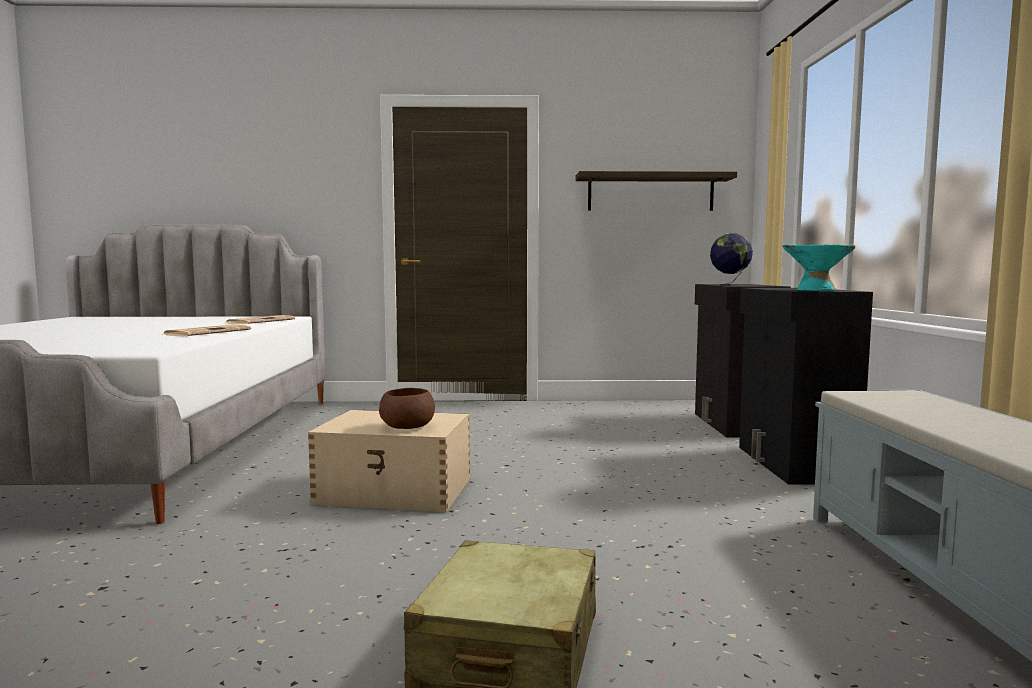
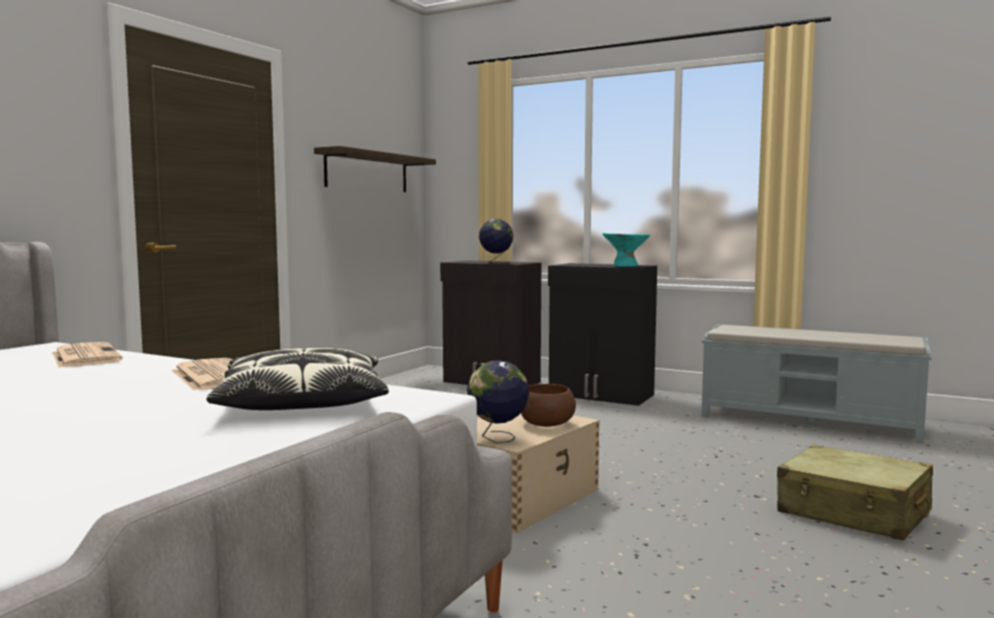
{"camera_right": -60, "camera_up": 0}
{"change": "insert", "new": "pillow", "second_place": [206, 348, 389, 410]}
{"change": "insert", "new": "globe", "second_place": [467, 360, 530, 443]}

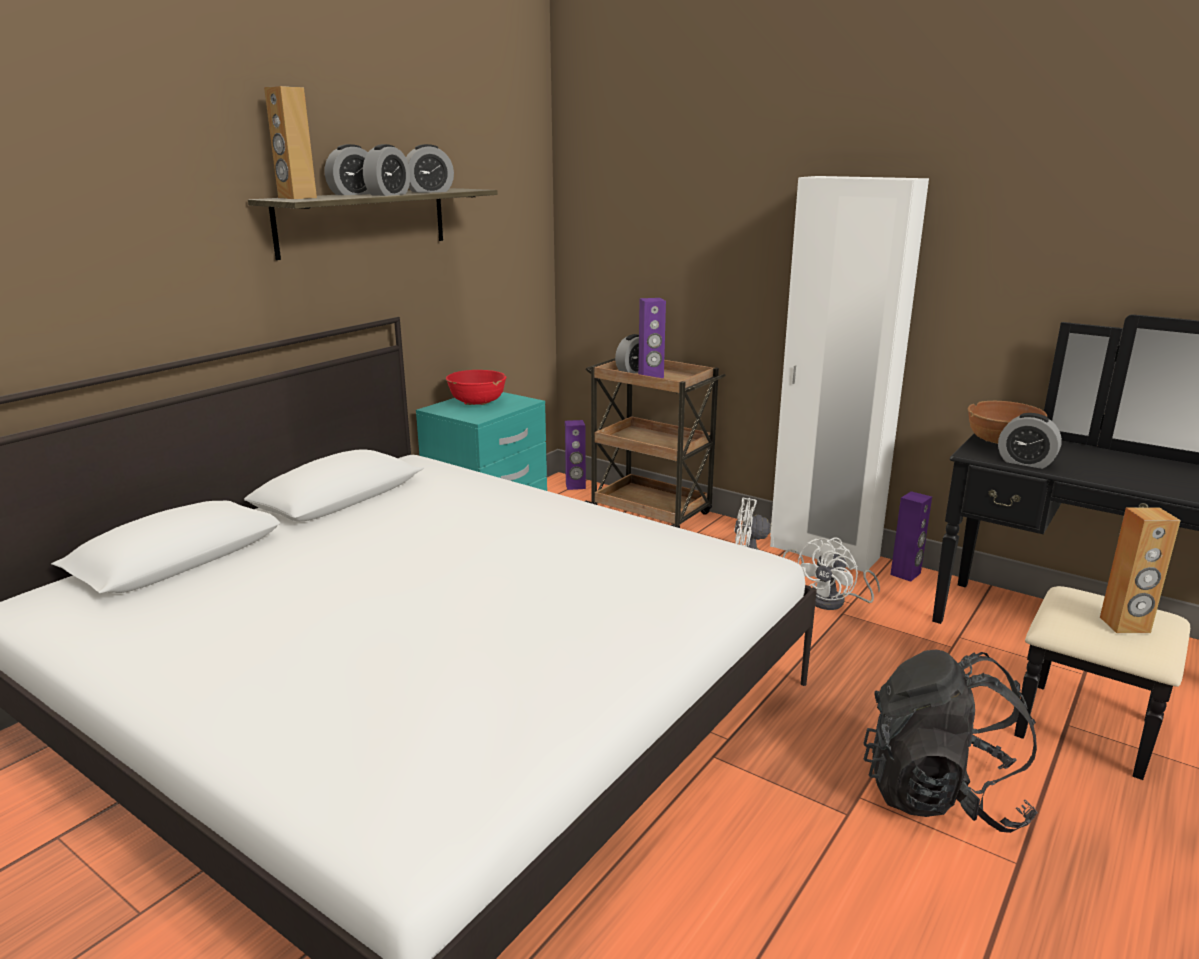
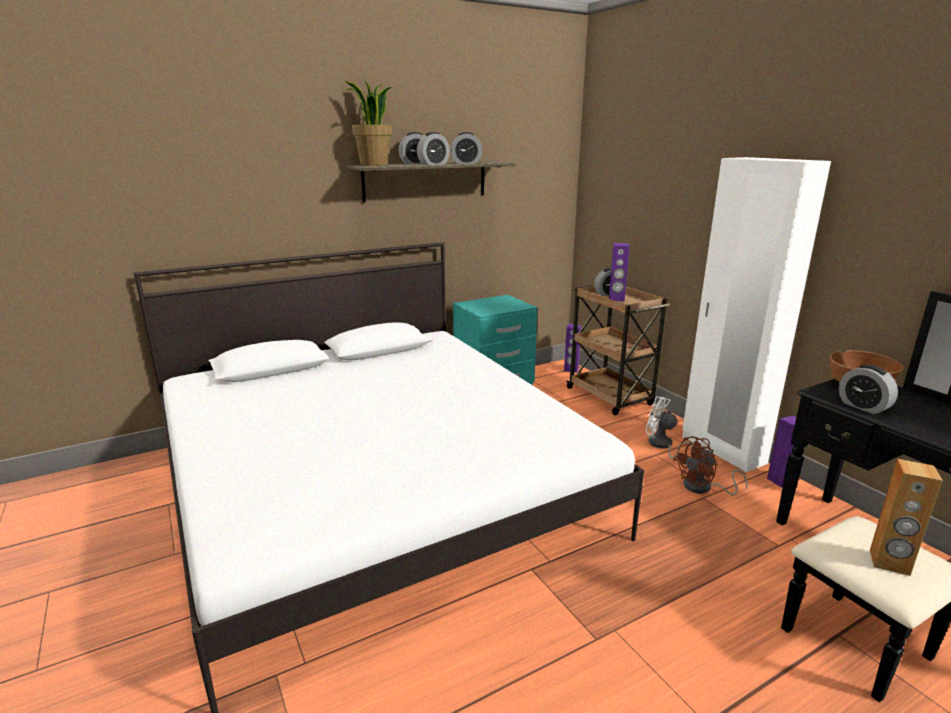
{"camera_right": 25, "camera_up": 0}
{"change": "replace", "old": "brown speaker", "new": "potted plant", "first_place": [264, 86, 317, 199], "second_place": [345, 80, 392, 166]}
{"change": "delete", "old": "red bowl", "first_place": [446, 370, 506, 405]}
{"change": "recolor", "old": "white fan", "new": "brown fan", "first_place": [798, 537, 880, 610], "second_place": [673, 436, 748, 495]}
{"change": "delete", "old": "black backpack", "first_place": [863, 650, 1038, 833]}

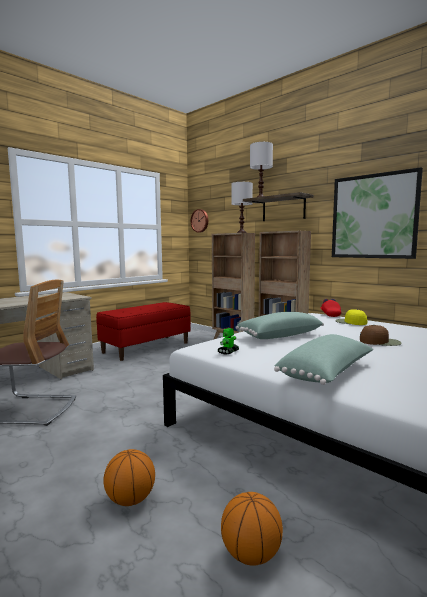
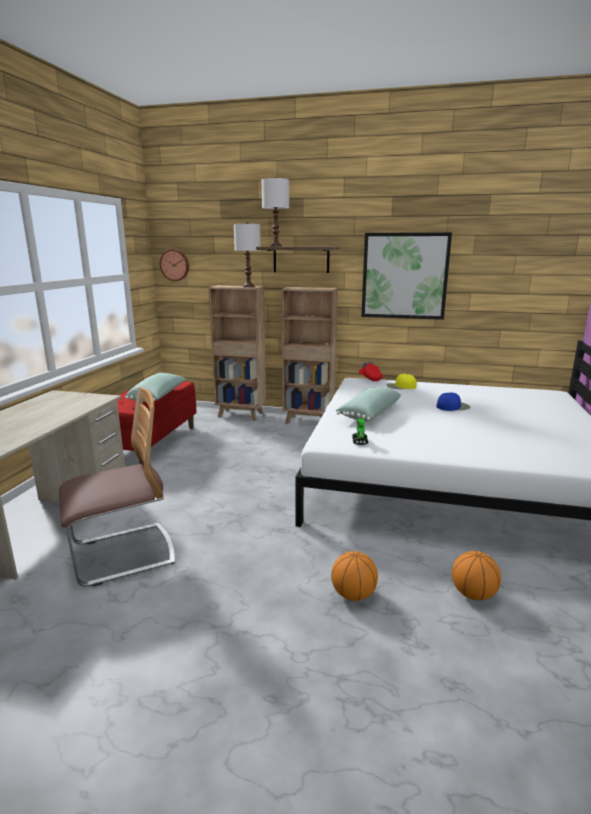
{"camera_right": -30, "camera_up": 10}
{"change": "move", "old": "green pillow", "first_place": [274, 334, 373, 385], "second_place": [125, 373, 186, 402]}
{"change": "recolor", "old": "brown cap", "new": "blue cap", "first_place": [360, 325, 402, 346], "second_place": [437, 393, 470, 411]}

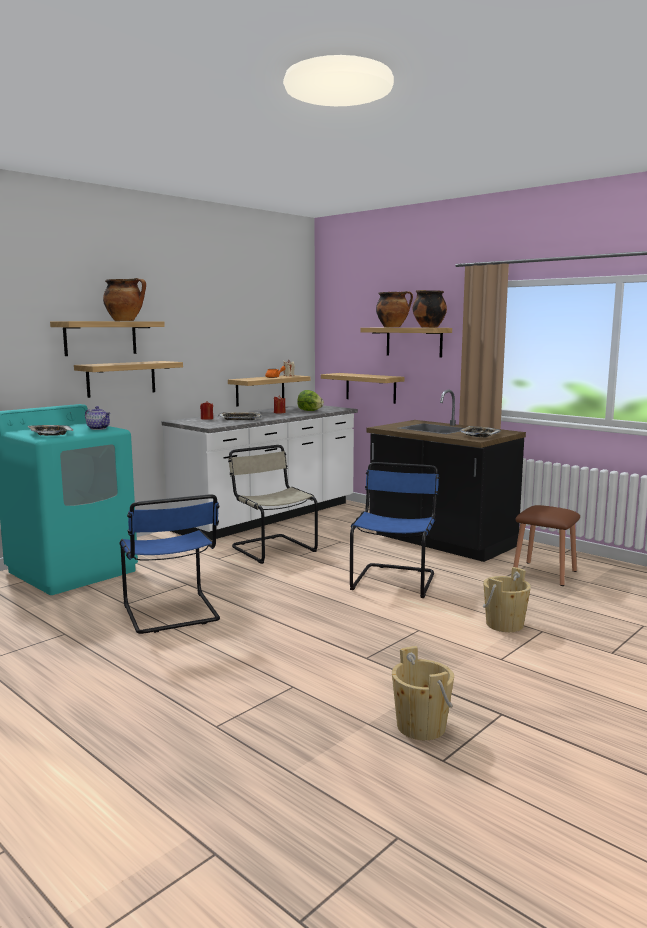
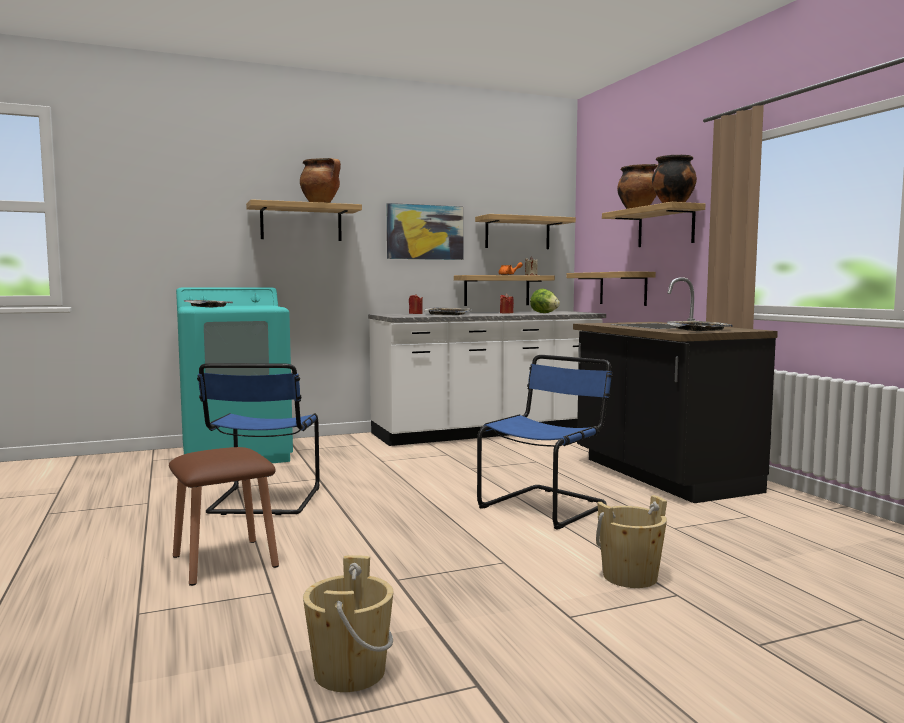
{"camera_right": 25, "camera_up": -5}
{"change": "move", "old": "shelf", "first_place": [74, 361, 183, 398], "second_place": [475, 214, 576, 249]}
{"change": "delete", "old": "teapot", "first_place": [85, 406, 111, 430]}
{"change": "delete", "old": "beige chair", "first_place": [228, 445, 318, 564]}
{"change": "move", "old": "brown stool", "first_place": [513, 505, 580, 586], "second_place": [169, 447, 279, 586]}
{"change": "insert", "new": "picture", "second_place": [387, 203, 464, 260]}

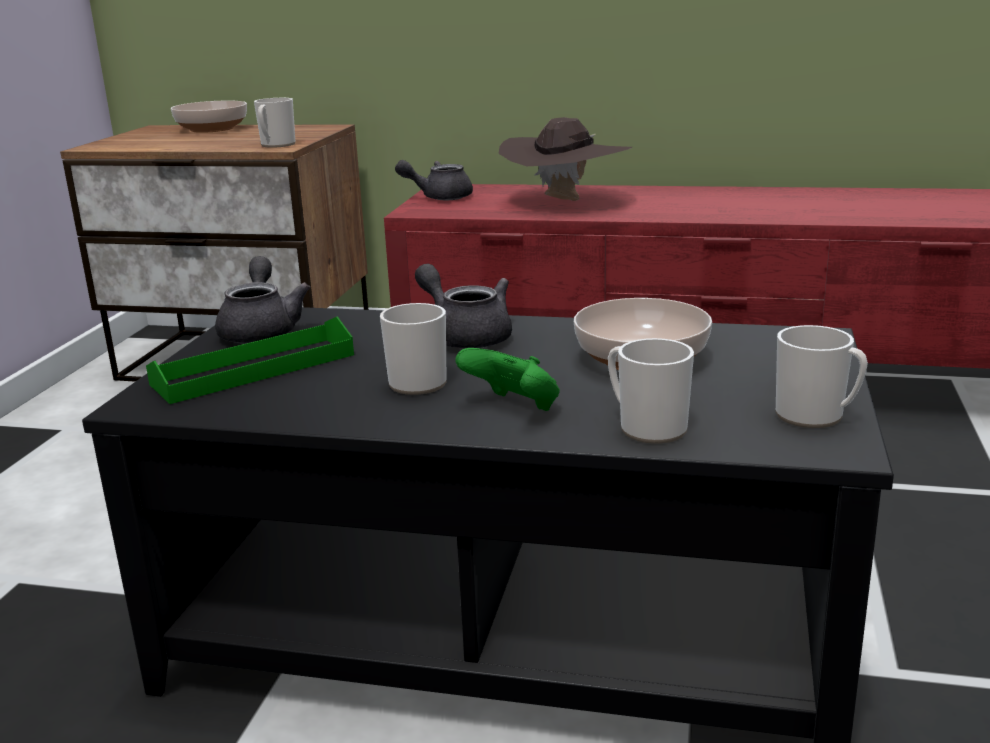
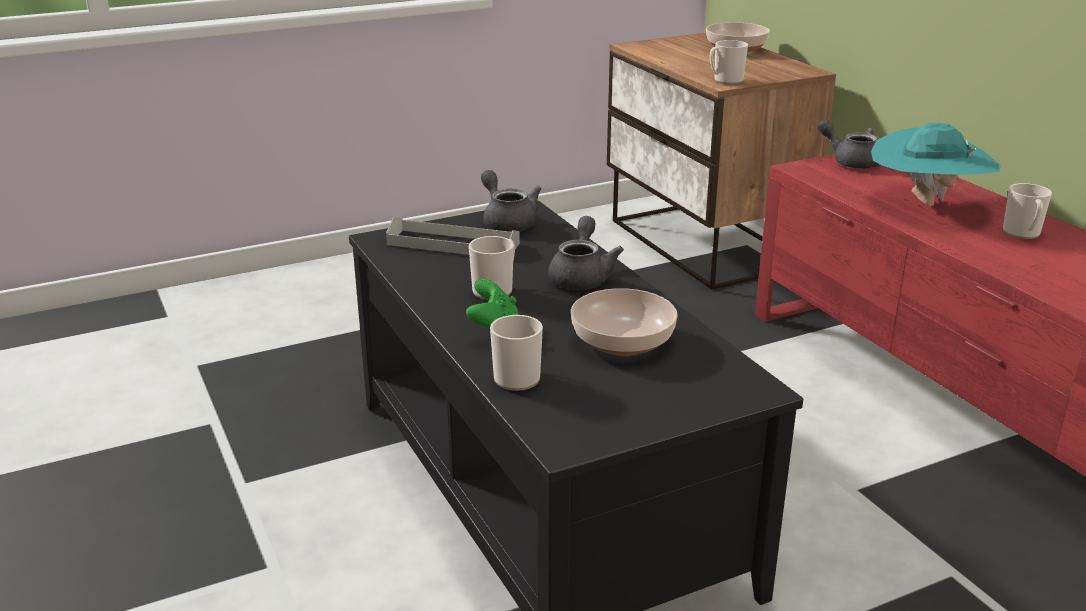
{"camera_right": 50, "camera_up": 5}
{"change": "recolor", "old": "green tray", "new": "grey tray", "first_place": [146, 316, 354, 404], "second_place": [386, 217, 520, 255]}
{"change": "rotate", "old": "grey teapot", "first_place": [215, 256, 310, 344], "second_place": [481, 170, 541, 232], "degrees": -75}
{"change": "recolor", "old": "brown hat", "new": "turquoise hat", "first_place": [498, 117, 632, 201], "second_place": [871, 123, 1001, 206]}
{"change": "move", "old": "mug", "first_place": [776, 325, 868, 428], "second_place": [1003, 183, 1052, 239]}

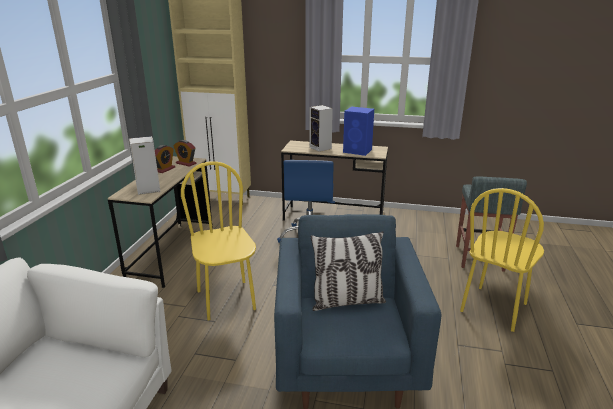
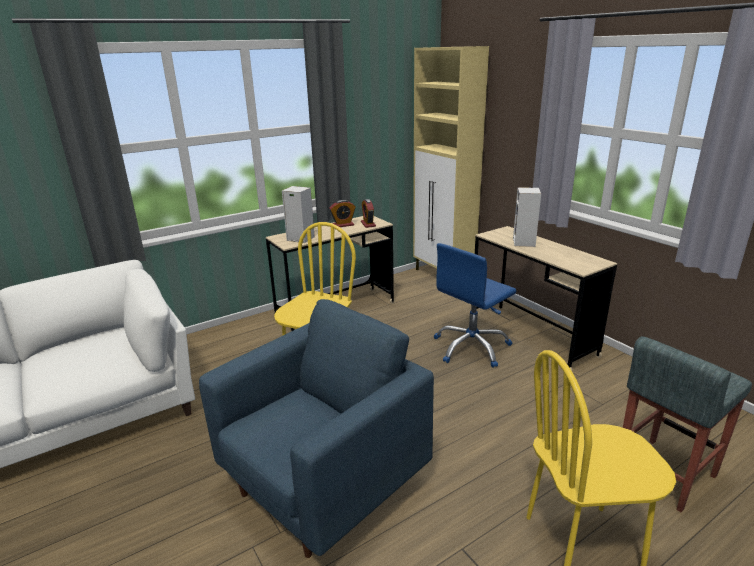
{"camera_right": 45, "camera_up": 0}
{"change": "delete", "old": "pillow", "first_place": [311, 231, 386, 311]}
{"change": "delete", "old": "blue speaker", "first_place": [343, 107, 374, 156]}

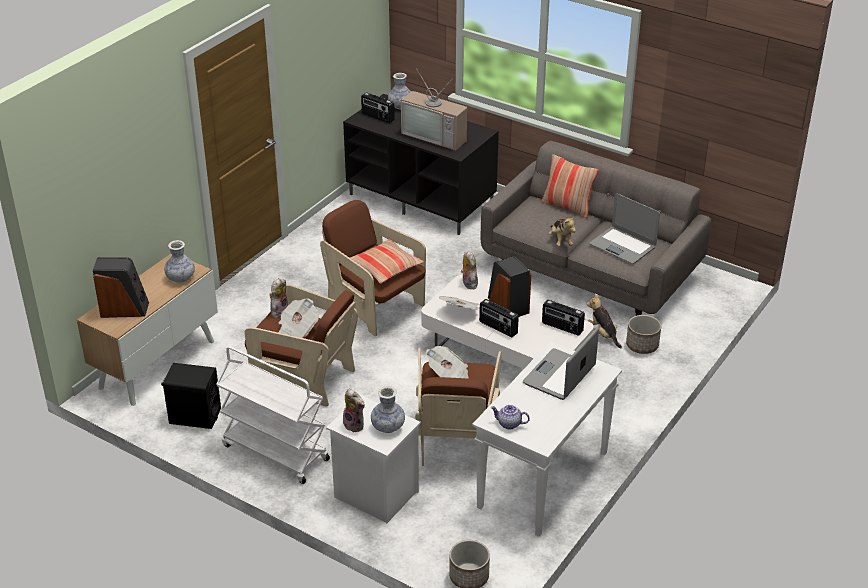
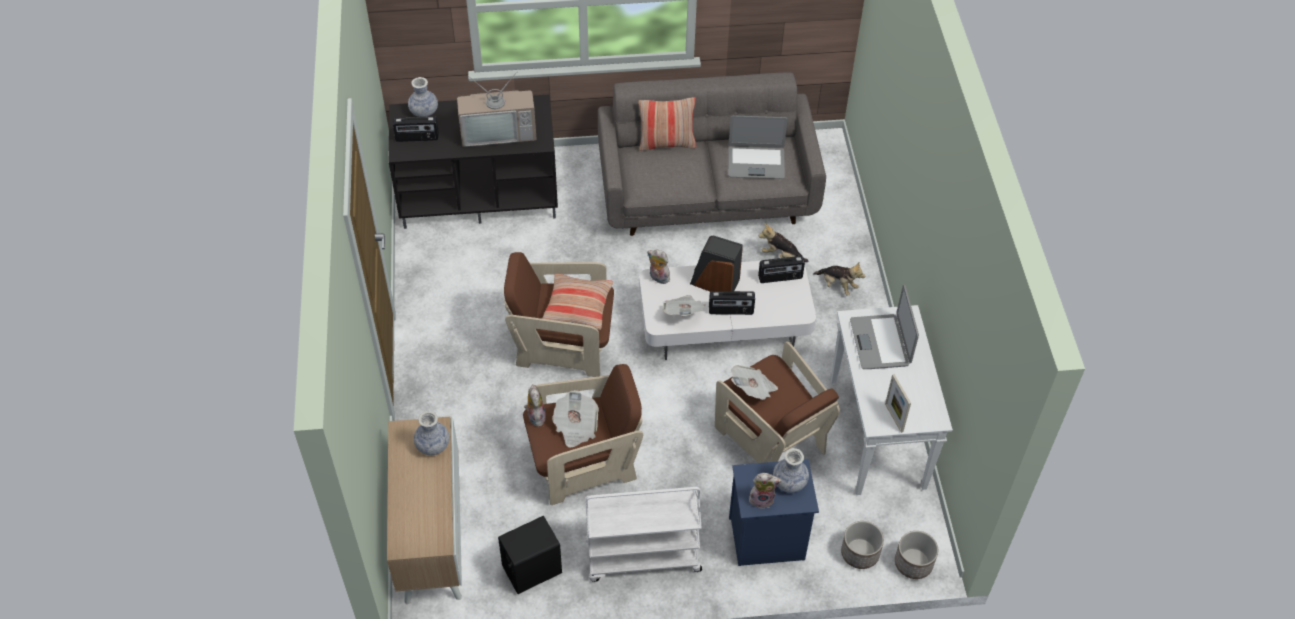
{"camera_right": -40, "camera_up": 15}
{"change": "delete", "old": "speaker", "first_place": [93, 257, 149, 318]}
{"change": "recolor", "old": "white nightstand", "new": "blue nightstand", "first_place": [326, 395, 421, 523], "second_place": [729, 459, 819, 566]}
{"change": "replace", "old": "teapot", "new": "picture frame", "first_place": [491, 405, 530, 429], "second_place": [885, 374, 911, 433]}
{"change": "move", "old": "plush toy", "first_place": [548, 215, 576, 246], "second_place": [813, 263, 865, 296]}
{"change": "move", "old": "planter", "first_place": [626, 315, 661, 354], "second_place": [841, 521, 884, 569]}

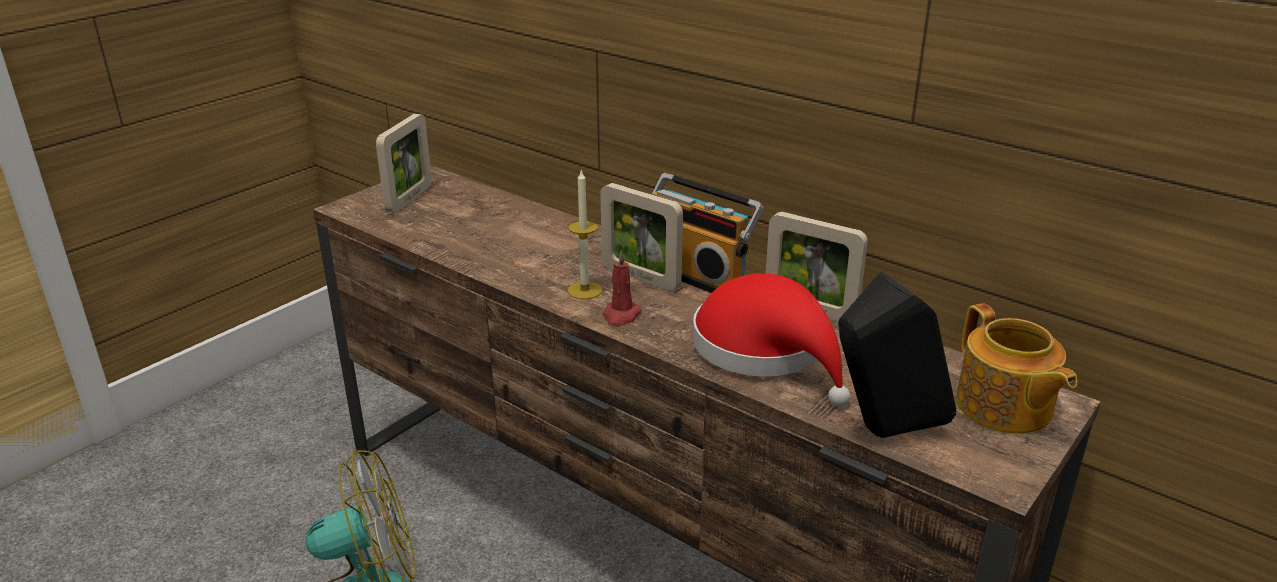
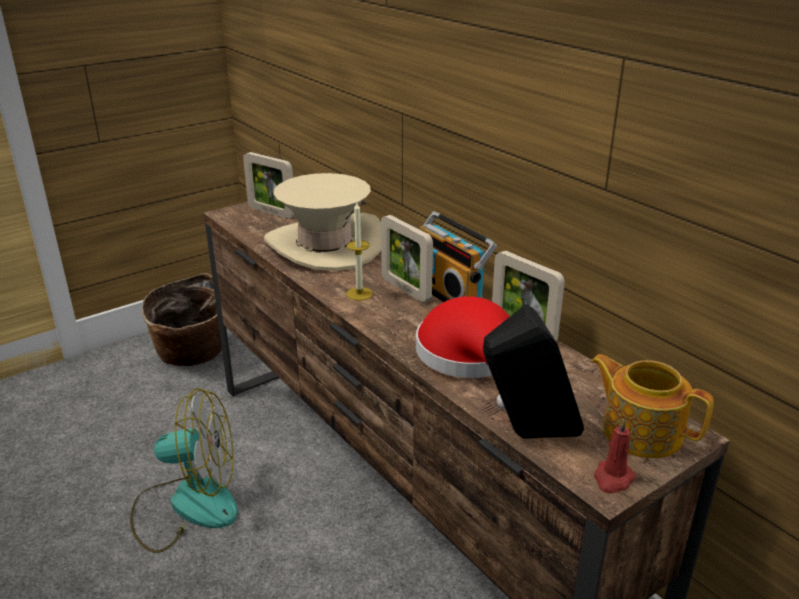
{"camera_right": 15, "camera_up": 0}
{"change": "rotate", "old": "picture frame", "first_place": [376, 114, 432, 213], "second_place": [243, 152, 295, 219], "degrees": 90}
{"change": "move", "old": "red candle", "first_place": [603, 250, 642, 327], "second_place": [594, 417, 636, 493]}
{"change": "rotate", "old": "teapot", "first_place": [956, 303, 1077, 434], "second_place": [591, 354, 714, 458], "degrees": 135}
{"change": "insert", "new": "basket", "second_place": [142, 273, 227, 366]}
{"change": "insert", "new": "beige hat", "second_place": [264, 173, 381, 271]}

